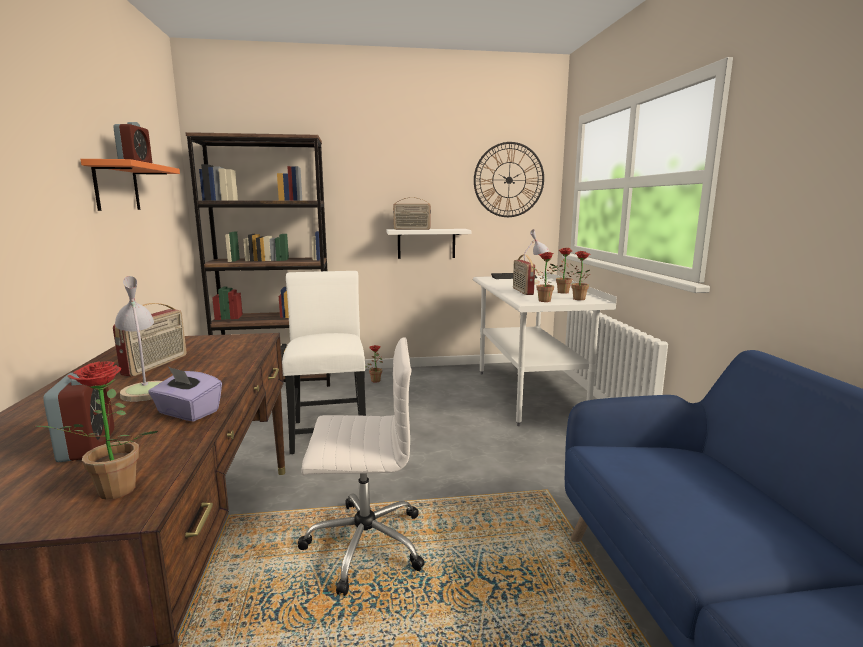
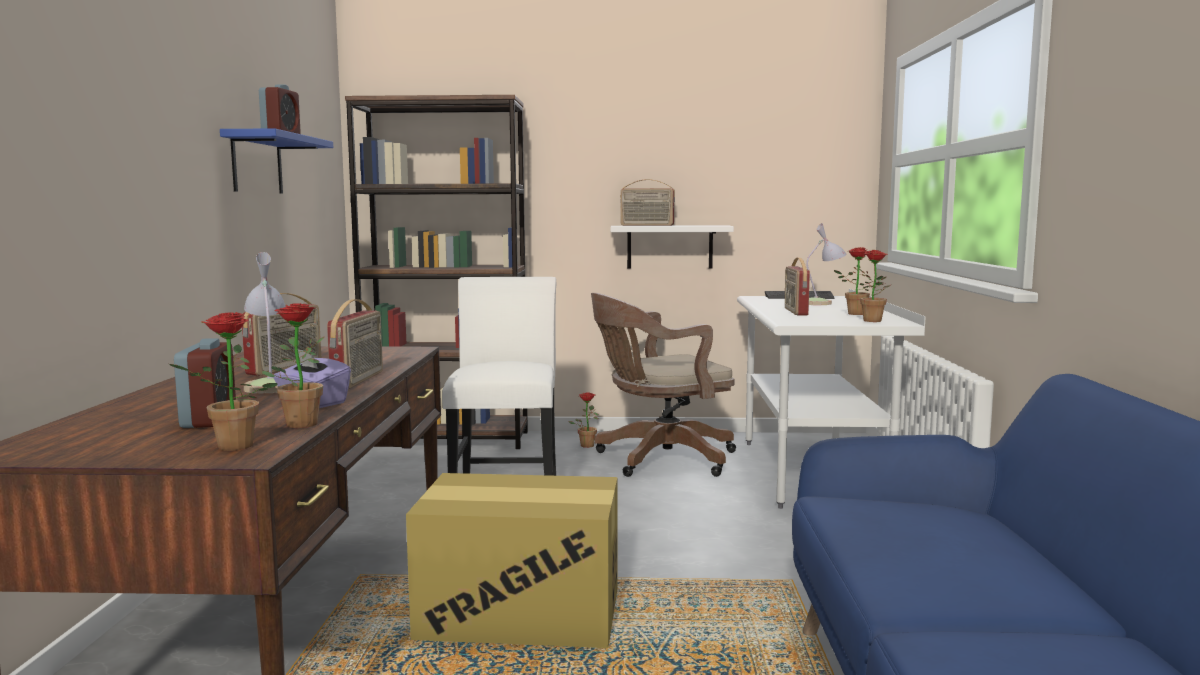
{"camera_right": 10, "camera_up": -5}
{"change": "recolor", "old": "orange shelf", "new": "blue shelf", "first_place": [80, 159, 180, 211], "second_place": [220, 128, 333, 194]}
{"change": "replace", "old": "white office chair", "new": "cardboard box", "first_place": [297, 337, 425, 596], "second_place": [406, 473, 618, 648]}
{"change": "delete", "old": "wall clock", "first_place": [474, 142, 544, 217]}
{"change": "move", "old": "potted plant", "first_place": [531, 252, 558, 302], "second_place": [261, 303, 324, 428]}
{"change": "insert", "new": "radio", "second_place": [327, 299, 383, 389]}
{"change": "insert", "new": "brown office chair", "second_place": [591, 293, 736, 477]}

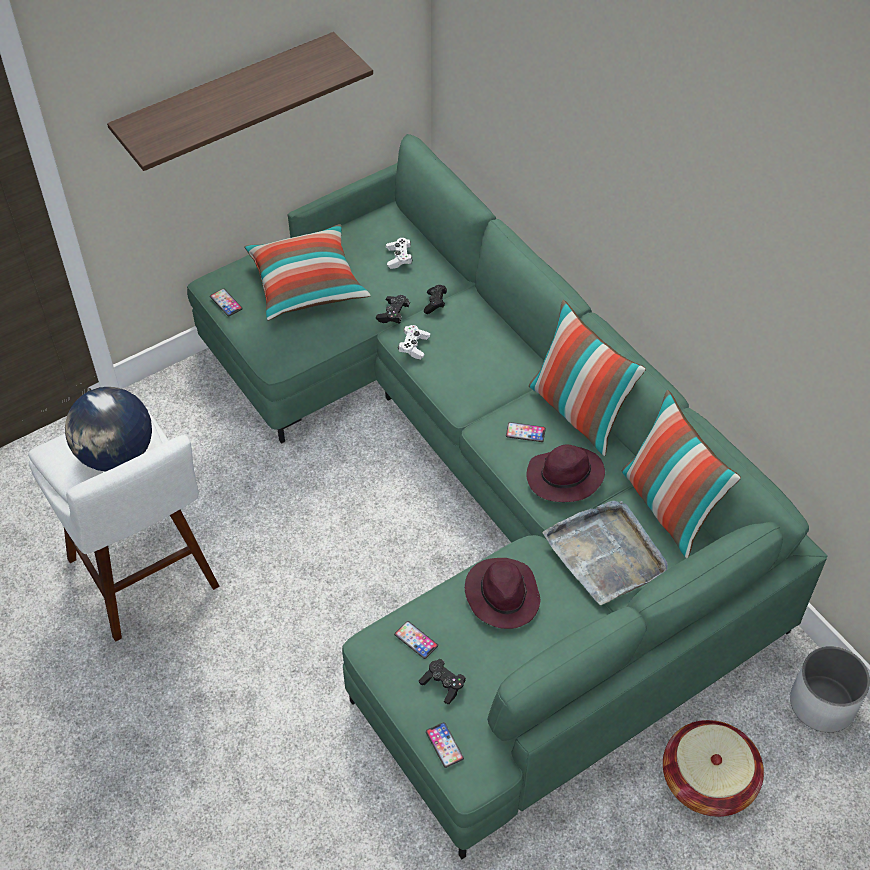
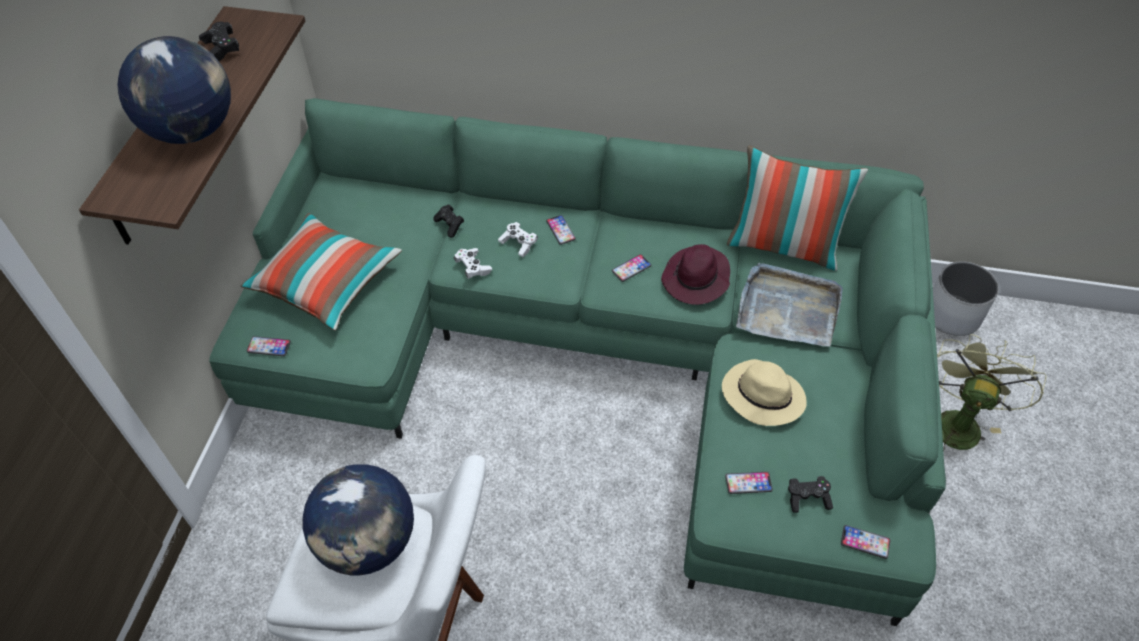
{"camera_right": -45, "camera_up": 0}
{"change": "move", "old": "black game controller", "first_place": [376, 295, 410, 324], "second_place": [199, 22, 239, 61]}
{"change": "move", "old": "white game controller", "first_place": [386, 238, 413, 269], "second_place": [498, 222, 538, 257]}
{"change": "recolor", "old": "purple hat", "new": "beige hat", "first_place": [465, 558, 541, 629], "second_place": [722, 359, 807, 426]}
{"change": "delete", "old": "pillow", "first_place": [529, 300, 646, 456]}
{"change": "replace", "old": "basket", "new": "green fan", "first_place": [663, 720, 764, 817], "second_place": [937, 334, 1046, 452]}
{"change": "insert", "new": "globe", "second_place": [117, 36, 231, 144]}
{"change": "insert", "new": "phone", "second_place": [546, 215, 576, 245]}

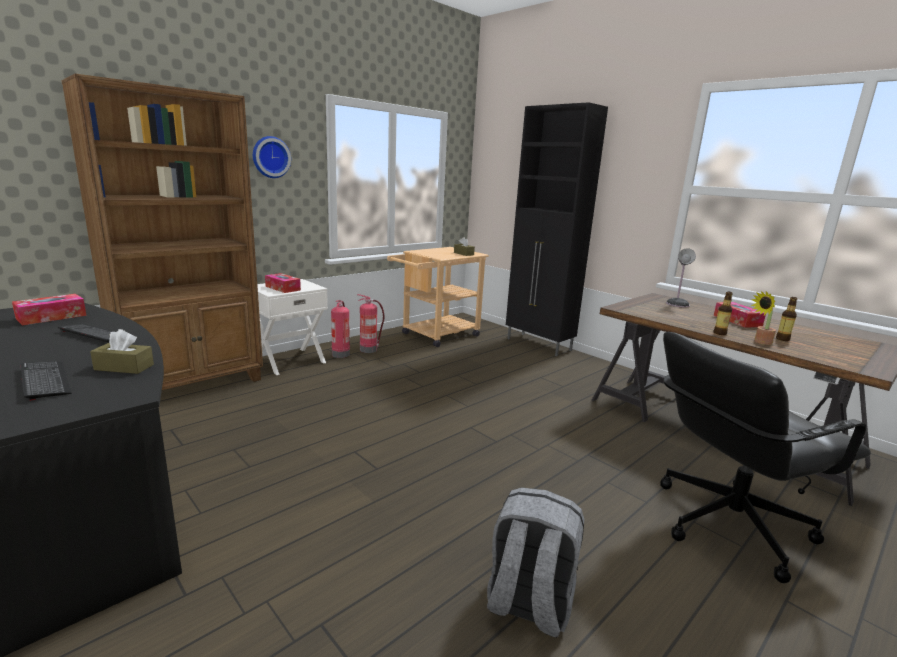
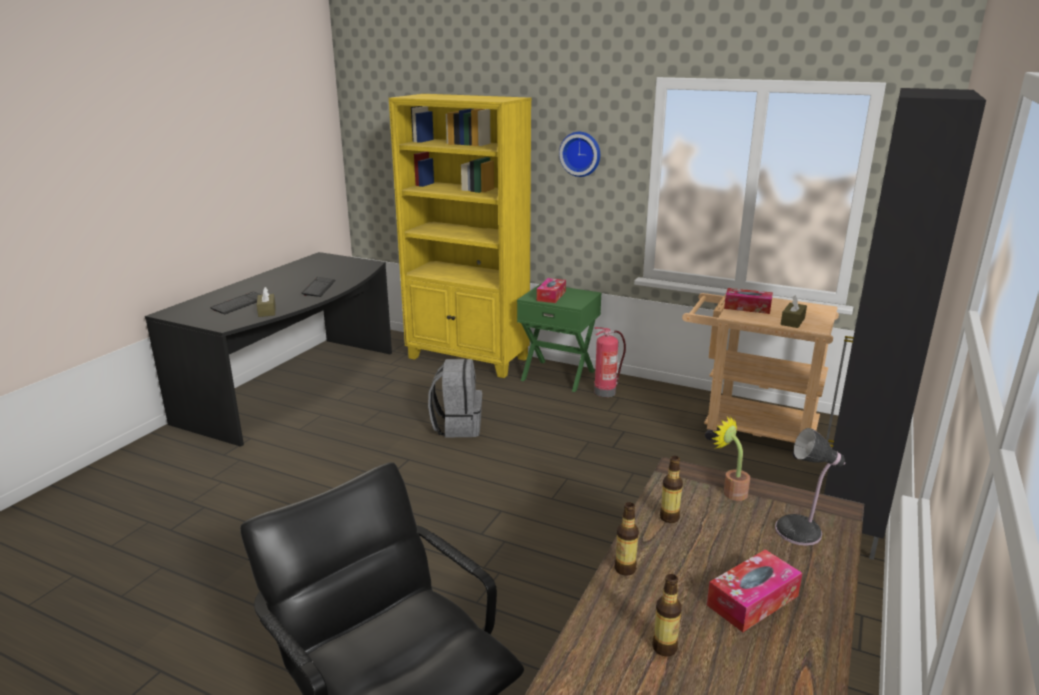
{"camera_right": 70, "camera_up": 5}
{"change": "move", "old": "tissue box", "first_place": [12, 294, 87, 326], "second_place": [724, 288, 773, 314]}
{"change": "recolor", "old": "brown bookcase", "new": "yellow bookcase", "first_place": [62, 74, 263, 390], "second_place": [389, 94, 531, 378]}
{"change": "recolor", "old": "white nightstand", "new": "green nightstand", "first_place": [257, 279, 328, 375], "second_place": [517, 284, 602, 392]}
{"change": "delete", "old": "fire extinguisher", "first_place": [358, 294, 384, 353]}
{"change": "move", "old": "grey backpack", "first_place": [487, 487, 584, 638], "second_place": [428, 359, 482, 437]}
{"change": "move", "old": "potted plant", "first_place": [751, 291, 776, 345], "second_place": [711, 416, 750, 501]}
{"change": "insert", "new": "bottle", "second_place": [660, 456, 683, 523]}

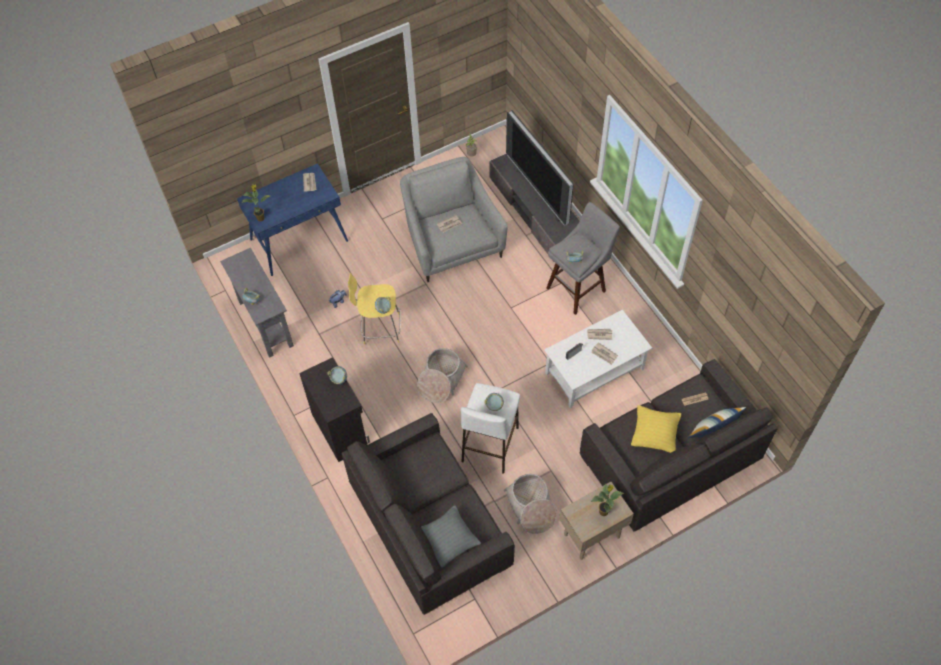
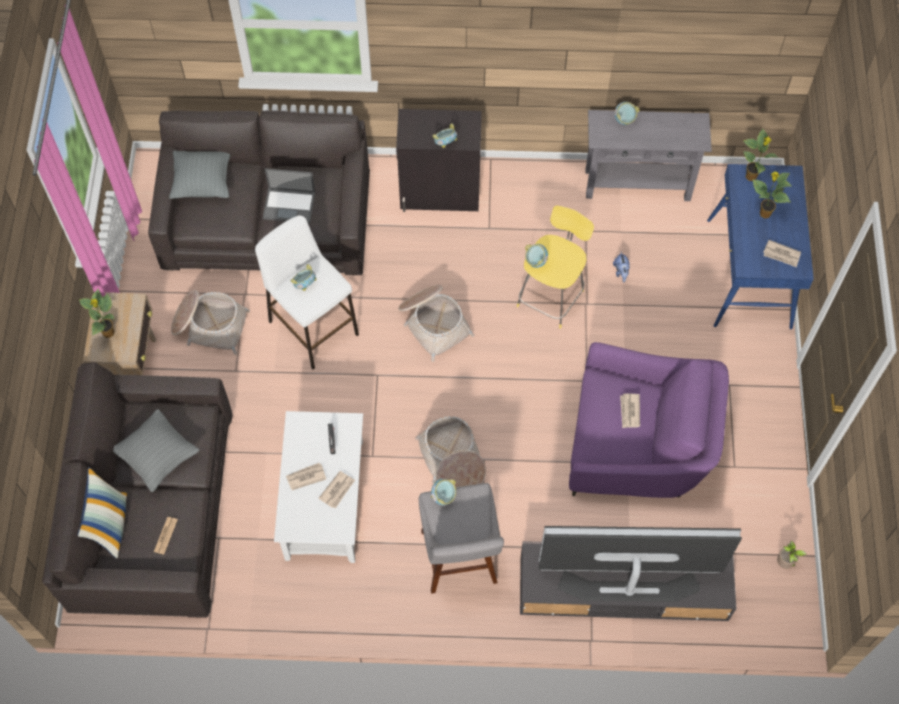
{"camera_right": 120, "camera_up": 5}
{"change": "recolor", "old": "grey armchair", "new": "purple armchair", "first_place": [400, 157, 508, 282], "second_place": [569, 342, 729, 498]}
{"change": "recolor", "old": "yellow pillow", "new": "grey pillow", "first_place": [631, 405, 681, 453], "second_place": [113, 409, 199, 492]}
{"change": "insert", "new": "laptop", "second_place": [263, 168, 315, 223]}
{"change": "insert", "new": "basket", "second_place": [415, 416, 486, 487]}
{"change": "insert", "new": "potted plant", "second_place": [752, 171, 791, 219]}

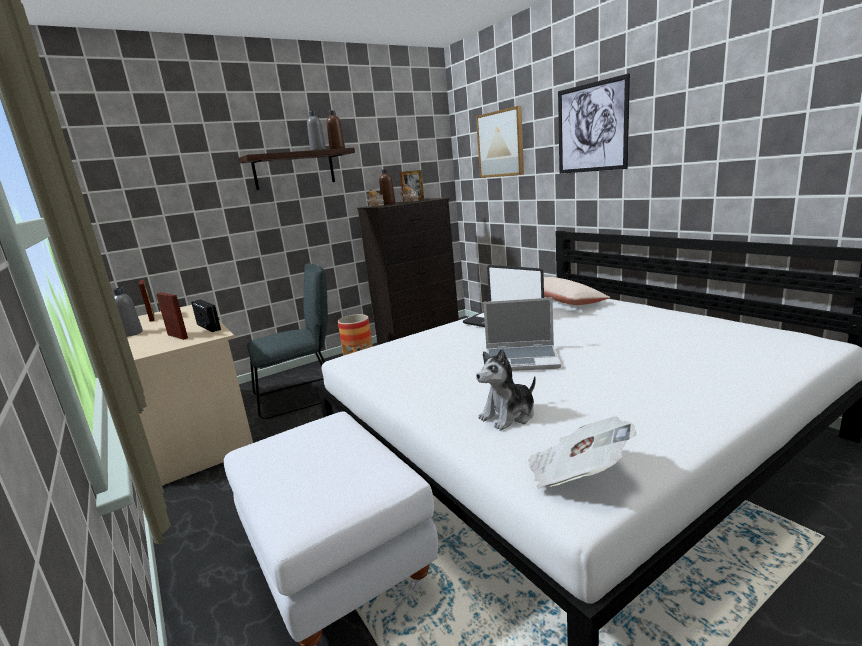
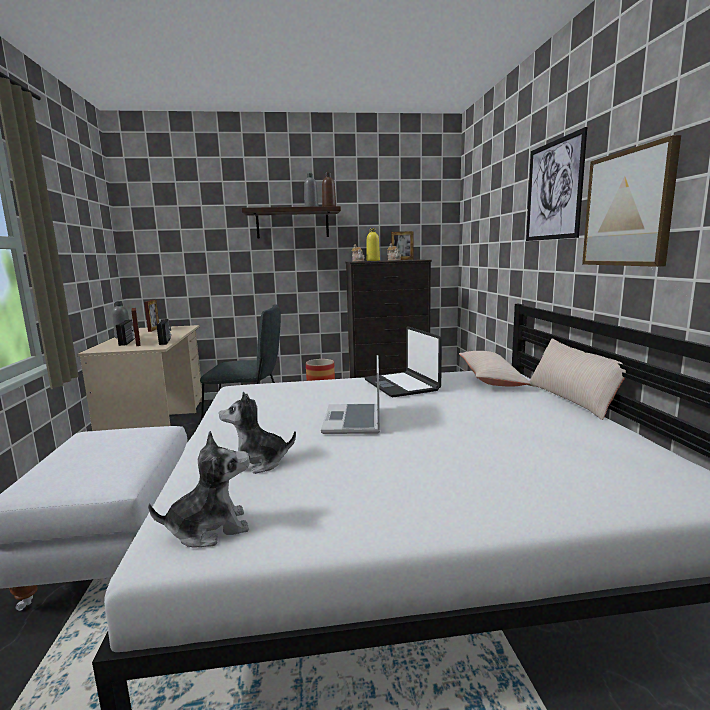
{"camera_right": 25, "camera_up": -5}
{"change": "recolor", "old": "brown bottle", "new": "yellow bottle", "first_place": [379, 169, 395, 205], "second_place": [366, 228, 380, 261]}
{"change": "move", "old": "picture", "first_place": [476, 106, 524, 178], "second_place": [582, 135, 681, 267]}
{"change": "rotate", "old": "laptop", "first_place": [483, 297, 561, 371], "second_place": [321, 355, 380, 434], "degrees": 60}
{"change": "replace", "old": "newspaper", "new": "plush toy", "first_place": [528, 416, 636, 489], "second_place": [148, 431, 250, 548]}
{"change": "insert", "new": "radio", "second_place": [116, 320, 135, 346]}
{"change": "insert", "new": "beige pillow", "second_place": [528, 338, 626, 420]}

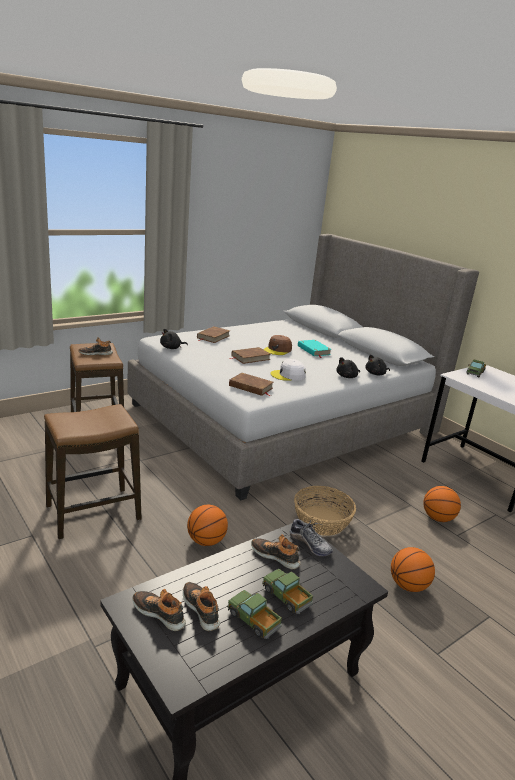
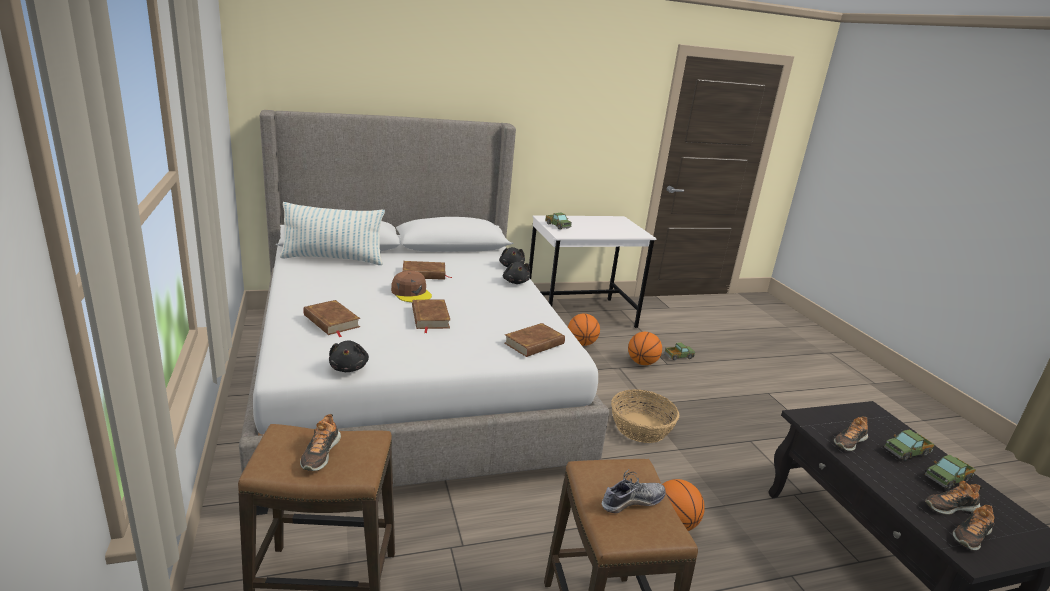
{"camera_right": -70, "camera_up": 0}
{"change": "delete", "old": "white cap", "first_place": [270, 359, 306, 381]}
{"change": "move", "old": "shoe", "first_place": [290, 517, 333, 556], "second_place": [602, 469, 666, 513]}
{"change": "recolor", "old": "turquoise book", "new": "brown book", "first_place": [298, 340, 332, 358], "second_place": [402, 261, 452, 280]}
{"change": "move", "old": "basketball", "first_place": [391, 547, 435, 592], "second_place": [568, 314, 600, 346]}
{"change": "insert", "new": "pillow", "second_place": [280, 202, 385, 265]}
{"change": "insert", "new": "toy truck", "second_place": [664, 342, 695, 360]}

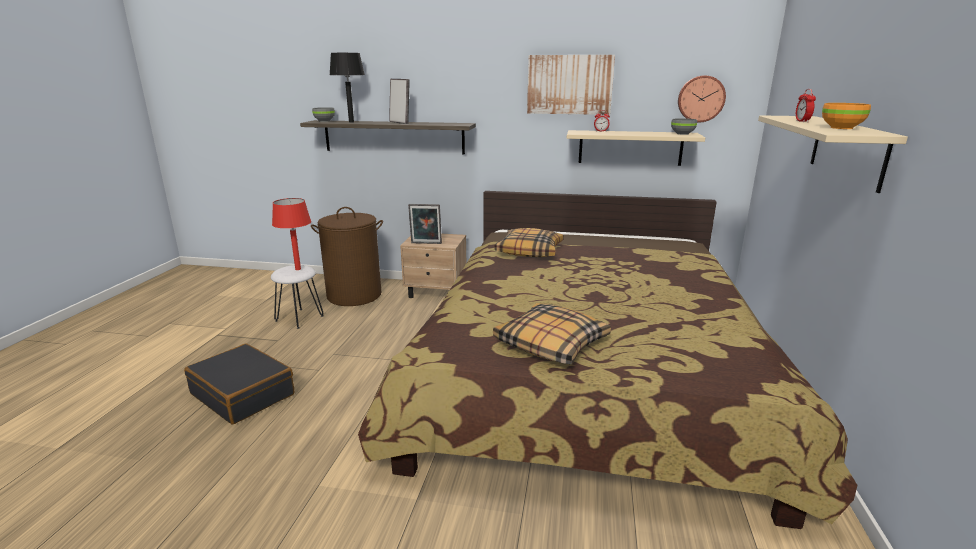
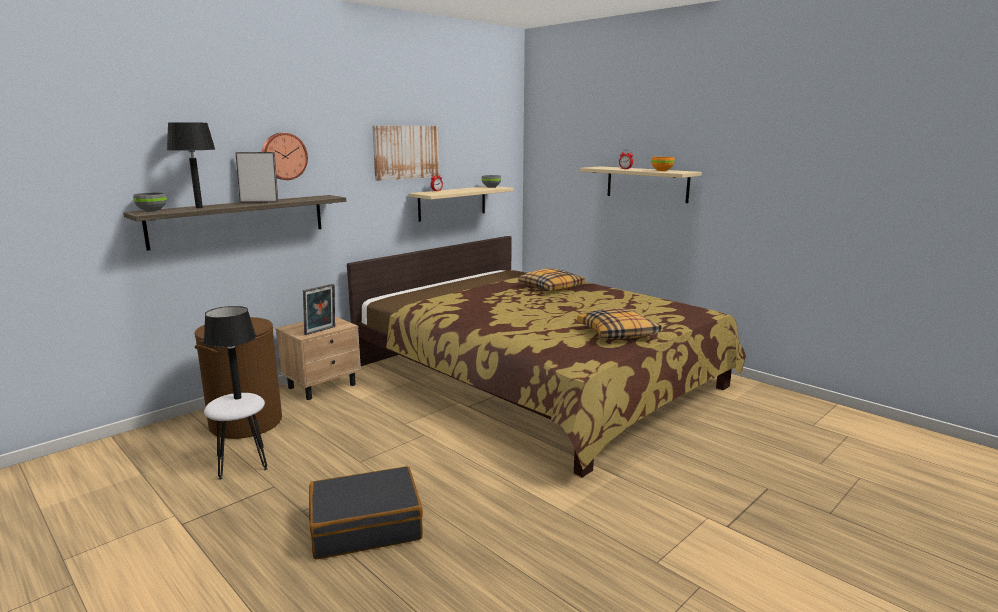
{"camera_right": -55, "camera_up": -5}
{"change": "recolor", "old": "red table lamp", "new": "black table lamp", "first_place": [272, 198, 311, 270], "second_place": [204, 306, 256, 399]}
{"change": "move", "old": "pillow", "first_place": [495, 228, 564, 257], "second_place": [518, 269, 585, 291]}
{"change": "move", "old": "wall clock", "first_place": [678, 75, 726, 122], "second_place": [262, 133, 308, 180]}

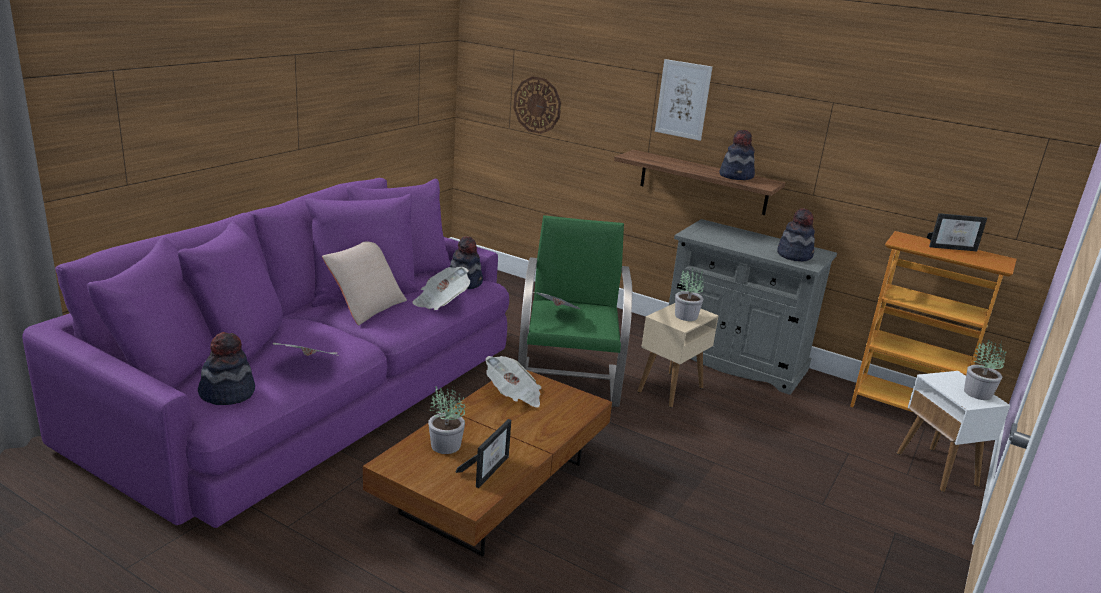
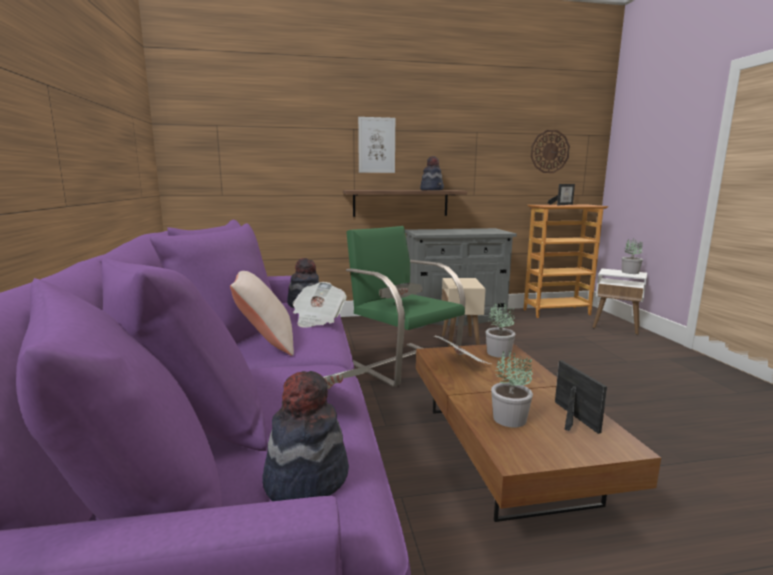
{"camera_right": -40, "camera_up": -10}
{"change": "move", "old": "wall clock", "first_place": [514, 76, 561, 134], "second_place": [531, 130, 570, 173]}
{"change": "move", "old": "potted plant", "first_place": [675, 268, 704, 321], "second_place": [486, 300, 515, 358]}
{"change": "delete", "old": "hat", "first_place": [777, 208, 815, 261]}

